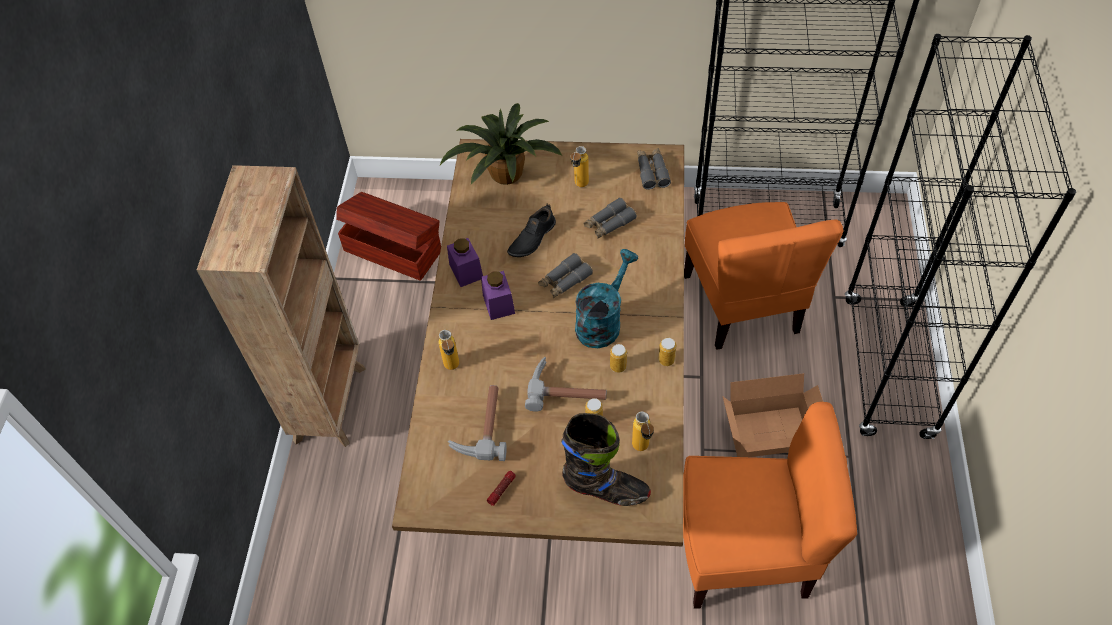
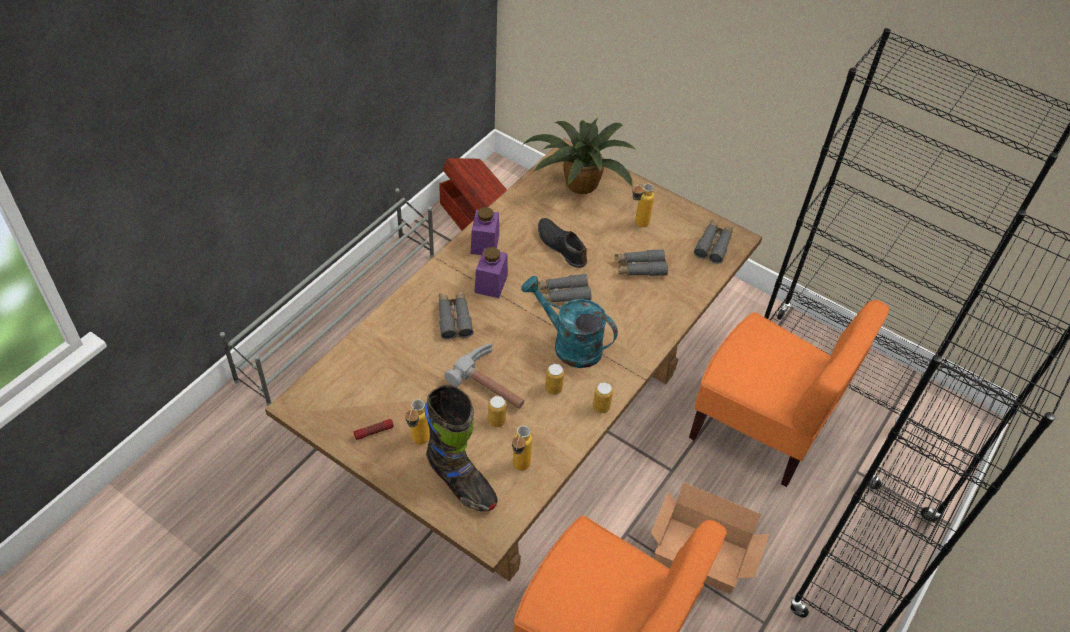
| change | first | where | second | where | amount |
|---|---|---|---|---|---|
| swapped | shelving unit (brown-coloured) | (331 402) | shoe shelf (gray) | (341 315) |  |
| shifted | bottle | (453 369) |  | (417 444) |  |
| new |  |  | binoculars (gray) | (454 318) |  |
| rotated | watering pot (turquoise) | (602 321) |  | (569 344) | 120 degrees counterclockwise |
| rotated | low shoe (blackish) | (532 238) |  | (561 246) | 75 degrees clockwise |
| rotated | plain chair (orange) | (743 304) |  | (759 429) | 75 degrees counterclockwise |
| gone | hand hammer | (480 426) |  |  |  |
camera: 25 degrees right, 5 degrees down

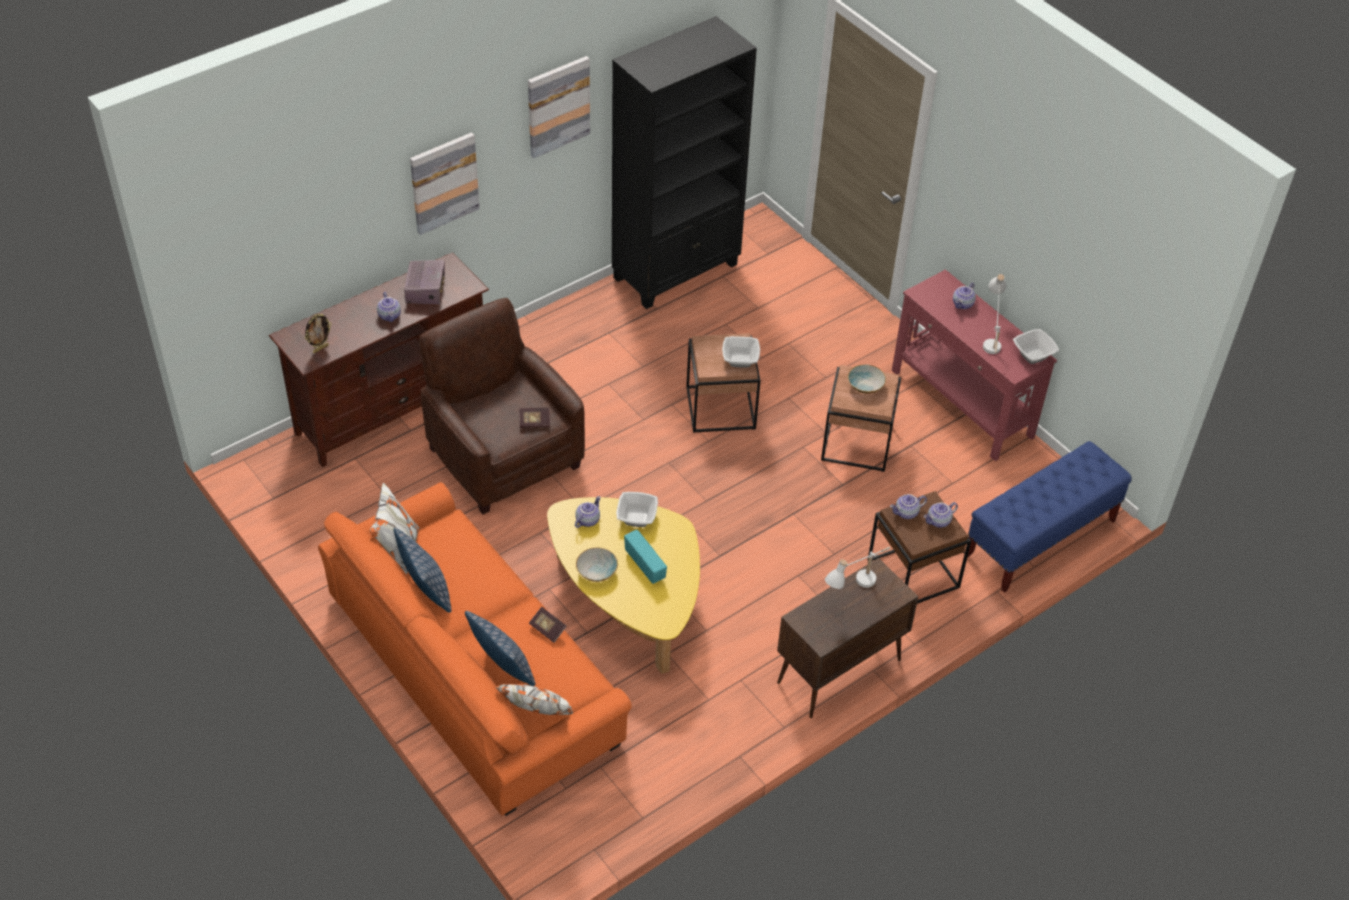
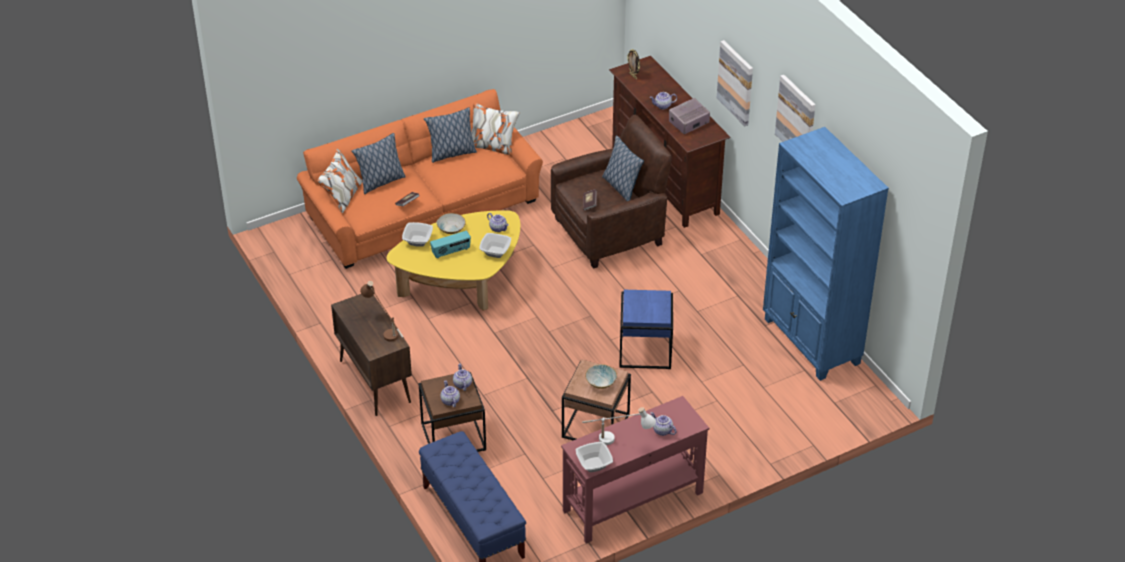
| change | first | where | second | where | amount |
|---|---|---|---|---|---|
| repainted | lamp for a table (white) | (855 588) | lamp for a table (brown-coloured) | (384 330) |  |
| shifted | bowl | (740 359) |  | (418 240) |  |
| new |  |  | cushion | (621 187) |  |
| repainted | side table (brown-coloured) | (720 408) | side table (blue) | (644 350) |  |
| rotated | radio | (426 290) |  | (688 123) | 135 degrees clockwise |
| repainted | shelving unit (blackish) | (677 271) | shelving unit (blue) | (811 342) |  |
camera: 100 degrees right, 5 degrees down

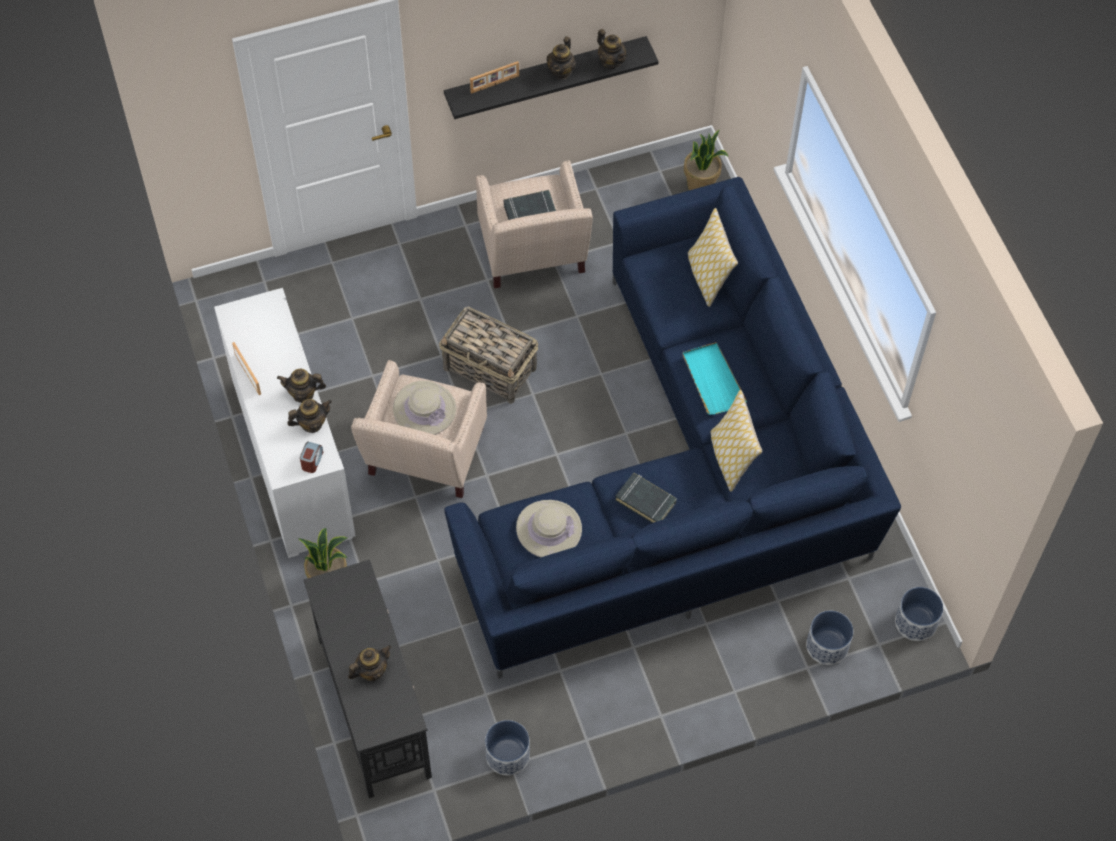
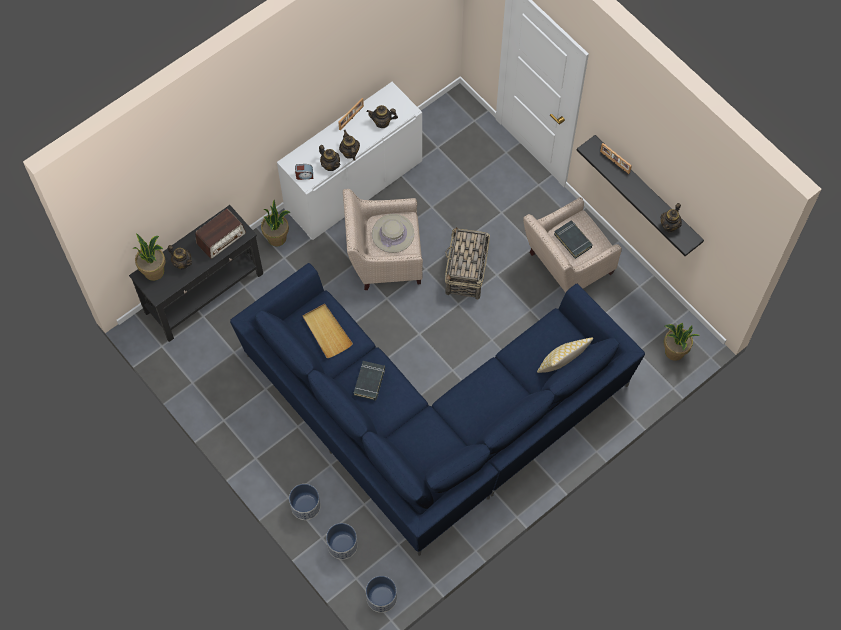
| change | first | where | second | where | amount |
|---|---|---|---|---|---|
| new |  |  | plant in a pot | (154 271) |  |
| new |  |  | radio | (221 238) |  |
| shifted | planter | (507 755) |  | (305 506) |  |
| swapped | clothing hat (beige) | (548 529) | serving tray (beige) | (326 331) |  |
| shifted | tea pot | (561 71) |  | (382 122) |  |
| gone | serving tray (turquoise) | (712 380) |  |  |  |
| gone | cushion | (731 458) |  |  |  |
camera: 70 degrees right, 5 degrees up

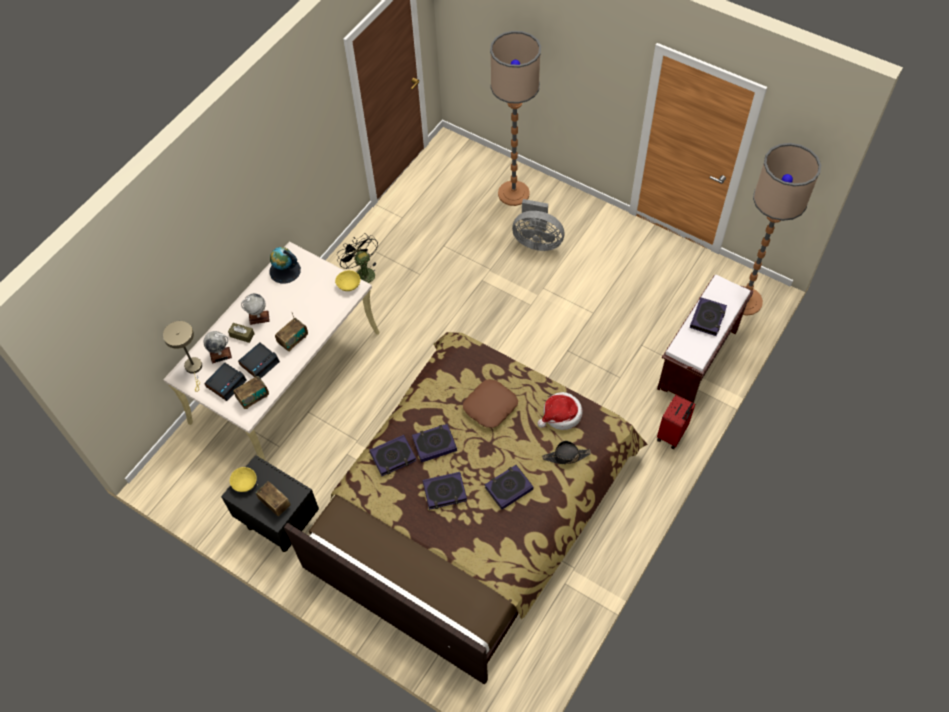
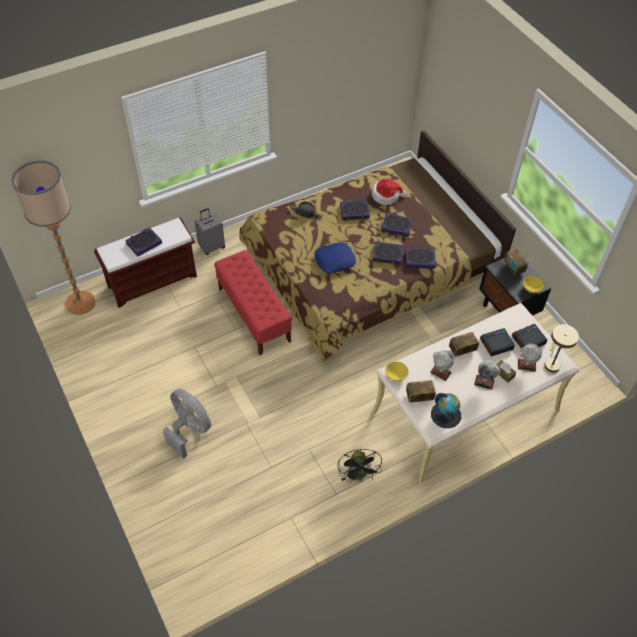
| change | first | where | second | where | amount |
|---|---|---|---|---|---|
| repainted | piece of luggage (reddish) | (672 434) | piece of luggage (gray) | (211 246) |  |
| new |  |  | long seat (reddish) | (254 315) |  |
| repainted | cushion (brown-coloured) | (490 406) | cushion (blue) | (335 261) |  |
| shifted | clothing hat | (561 415) |  | (386 196) |  |
| shifted | radio | (253 398) |  | (419 397) |  |
| new |  |  | globe | (440 372) |  |
| gone | standing lamp | (513 193) |  |  |  |
camera: 155 degrees left, 5 degrees down

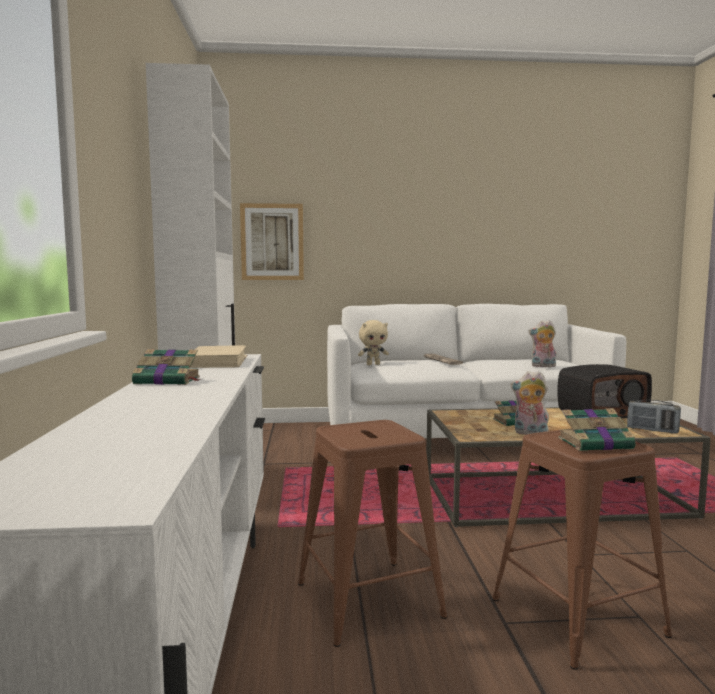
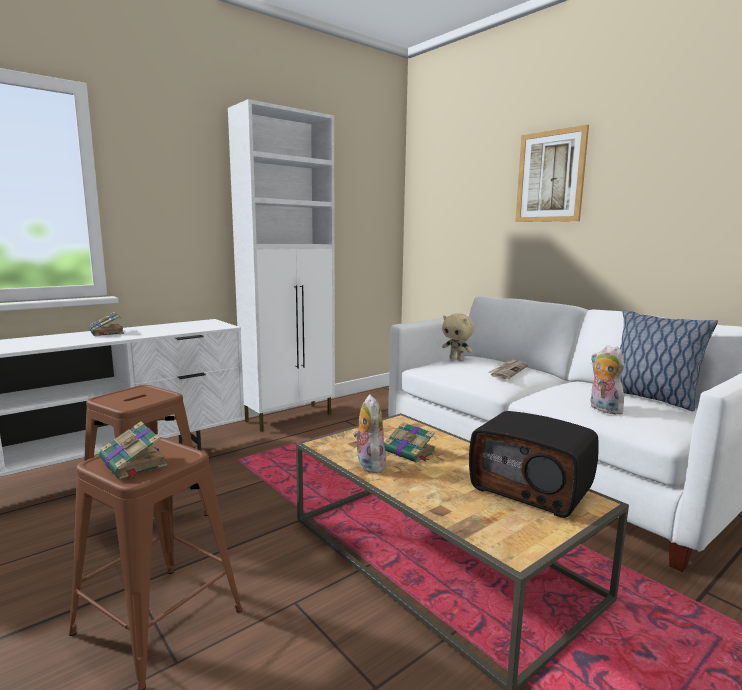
| change | first | where | second | where | amount |
|---|---|---|---|---|---|
| shifted | wall art | (272 242) |  | (550 176) |  |
| new |  |  | cushion | (650 398) |  |
| gone | book (beige) | (217 361) |  |  |  |
| gone | radio | (652 430) |  |  |  |
camera: 55 degrees right, 5 degrees up

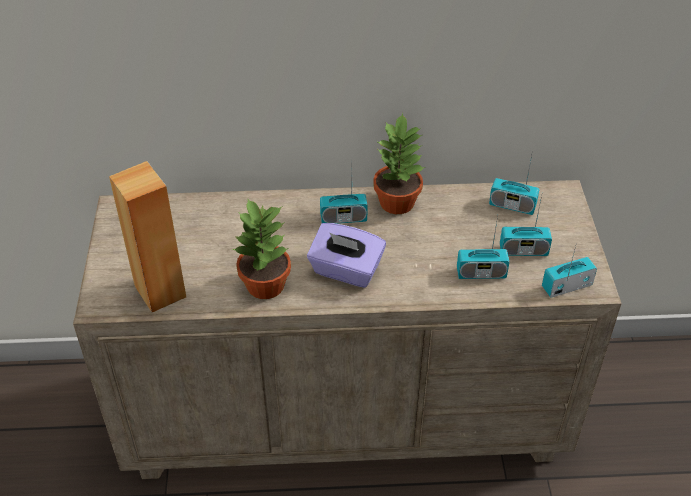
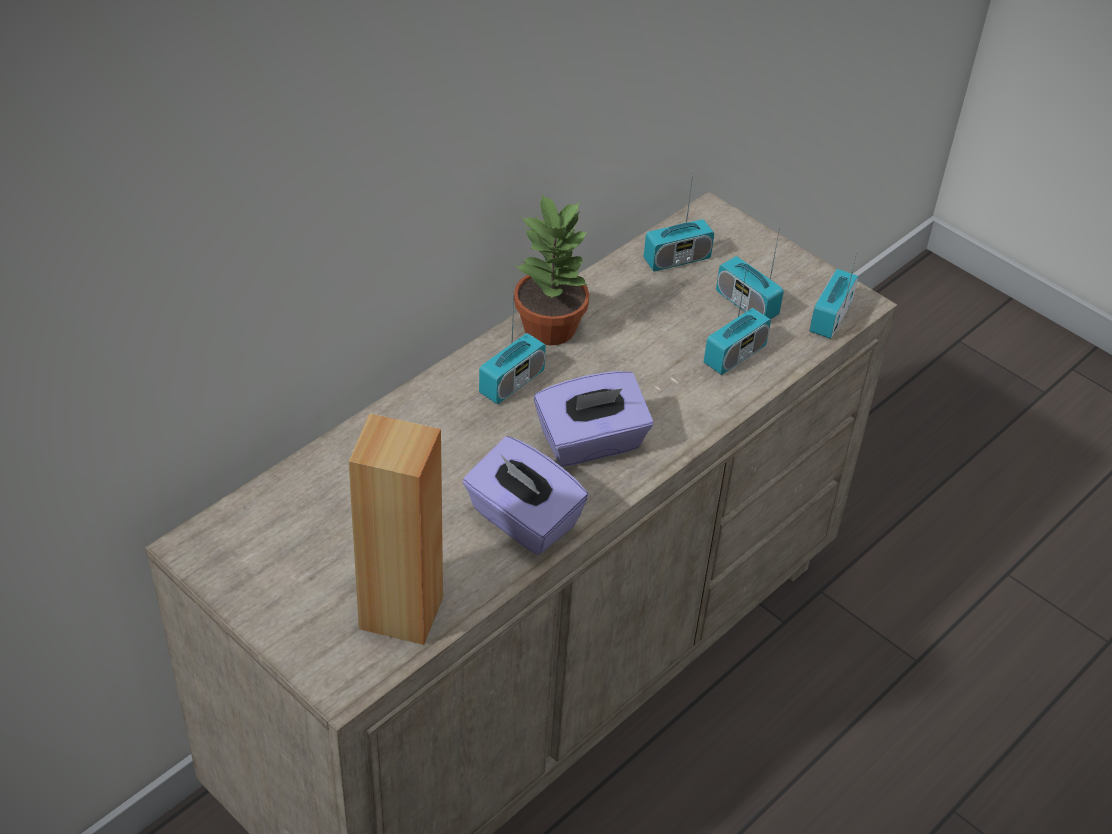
| change | first | where | second | where | amount |
|---|---|---|---|---|---|
| swapped | plant in a pot | (265 286) | tissue box (purplish) | (522 520) |  |
| rotated | radio | (523 251) |  | (746 304) | 90 degrees clockwise |
camera: 45 degrees left, 0 degrees up

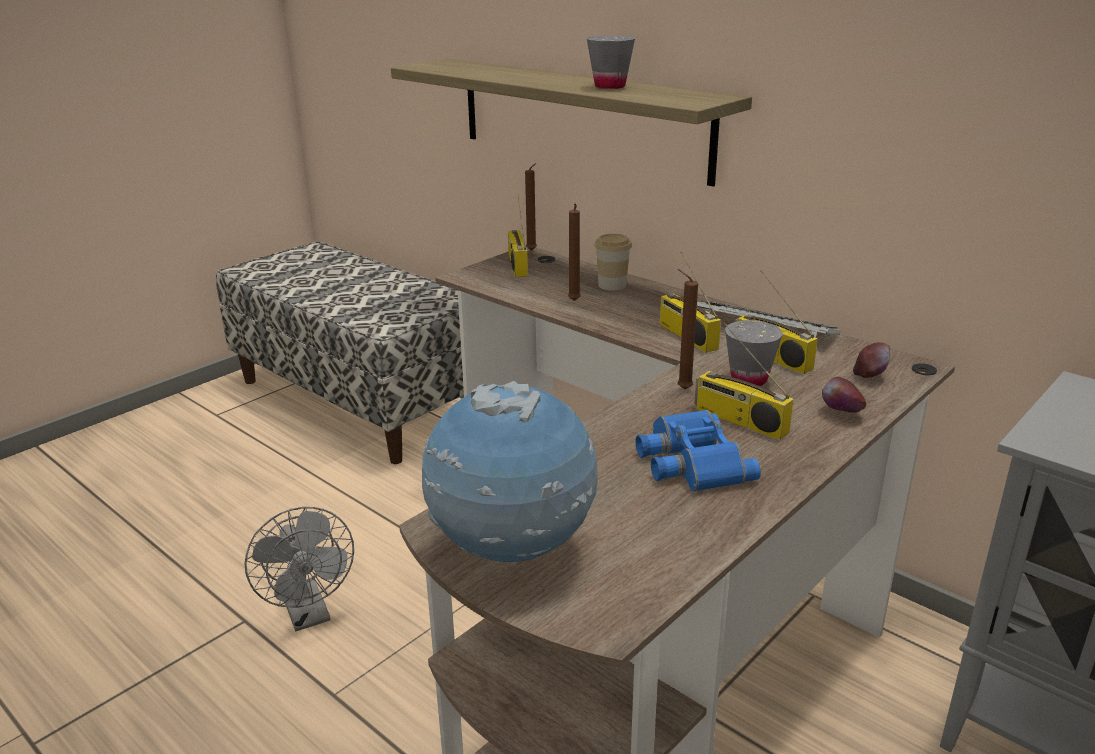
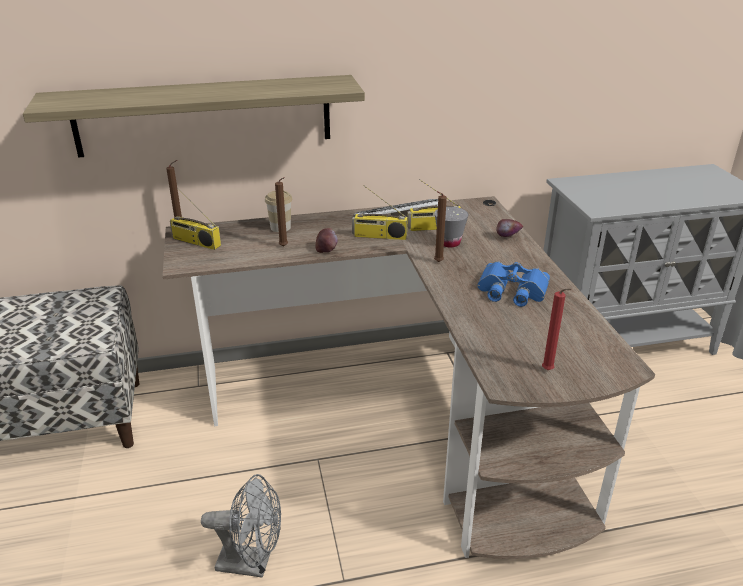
| change | first | where | second | where | amount |
|---|---|---|---|---|---|
| shifted | apple | (869 376) |  | (326 250) |  |
| swapped | globe | (513 552) | candle (reddish) | (549 371) |  |
| gone | cup (gray) | (610 86) |  |  |  |
| gone | radio | (738 421) |  |  |  |
camera: 55 degrees left, 5 degrees up

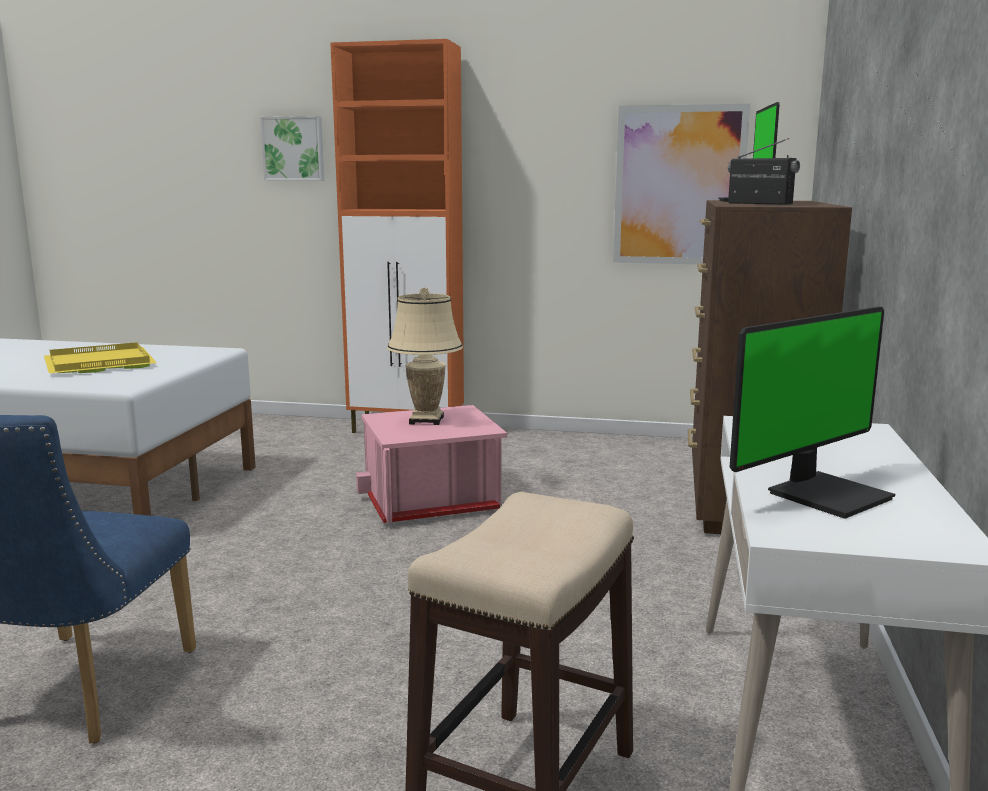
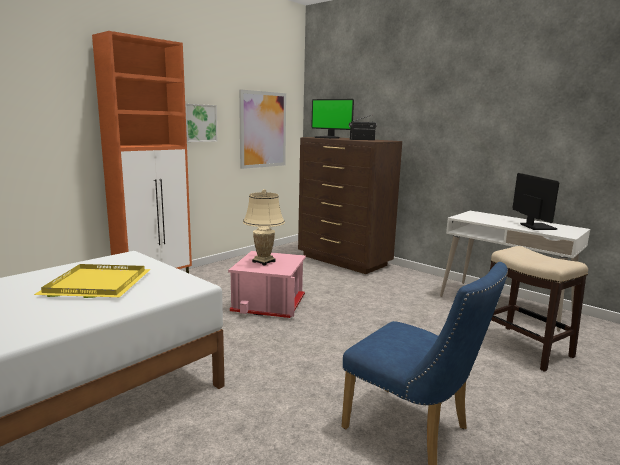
| change | first | where | second | where | amount |
|---|---|---|---|---|---|
| shifted | wall art | (293 149) |  | (199 123) |  |
camera: 60 degrees left, 0 degrees up

